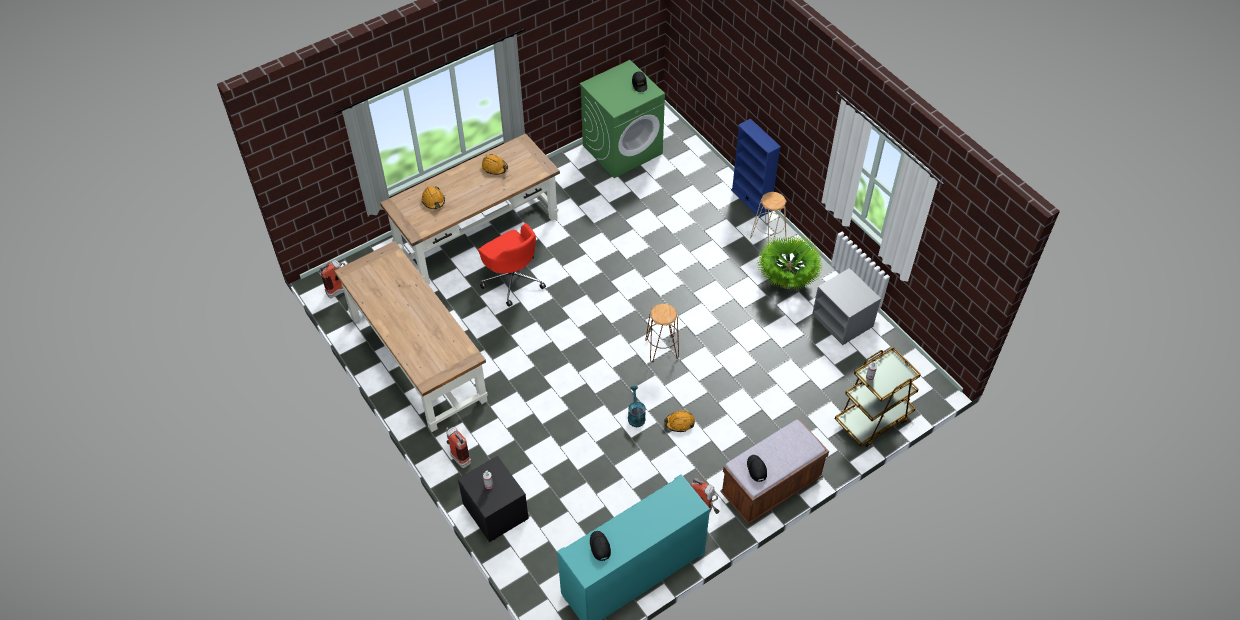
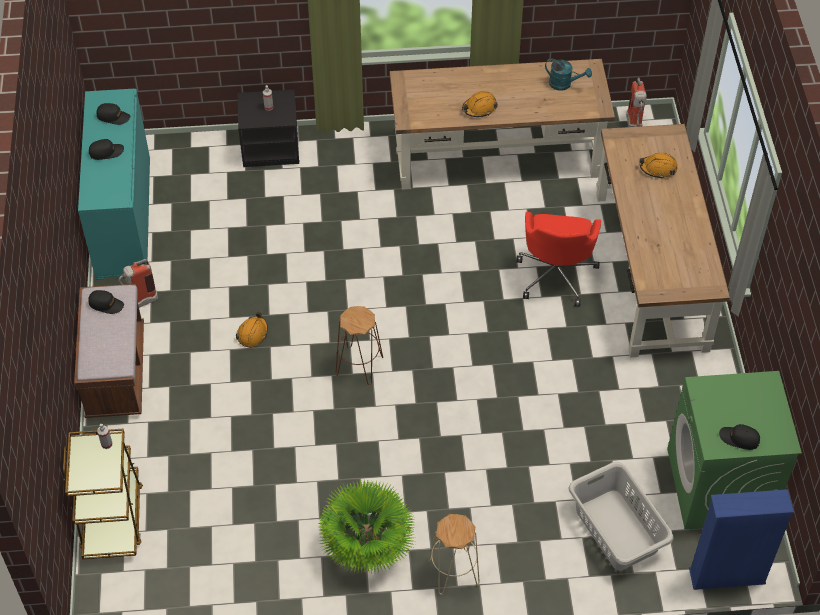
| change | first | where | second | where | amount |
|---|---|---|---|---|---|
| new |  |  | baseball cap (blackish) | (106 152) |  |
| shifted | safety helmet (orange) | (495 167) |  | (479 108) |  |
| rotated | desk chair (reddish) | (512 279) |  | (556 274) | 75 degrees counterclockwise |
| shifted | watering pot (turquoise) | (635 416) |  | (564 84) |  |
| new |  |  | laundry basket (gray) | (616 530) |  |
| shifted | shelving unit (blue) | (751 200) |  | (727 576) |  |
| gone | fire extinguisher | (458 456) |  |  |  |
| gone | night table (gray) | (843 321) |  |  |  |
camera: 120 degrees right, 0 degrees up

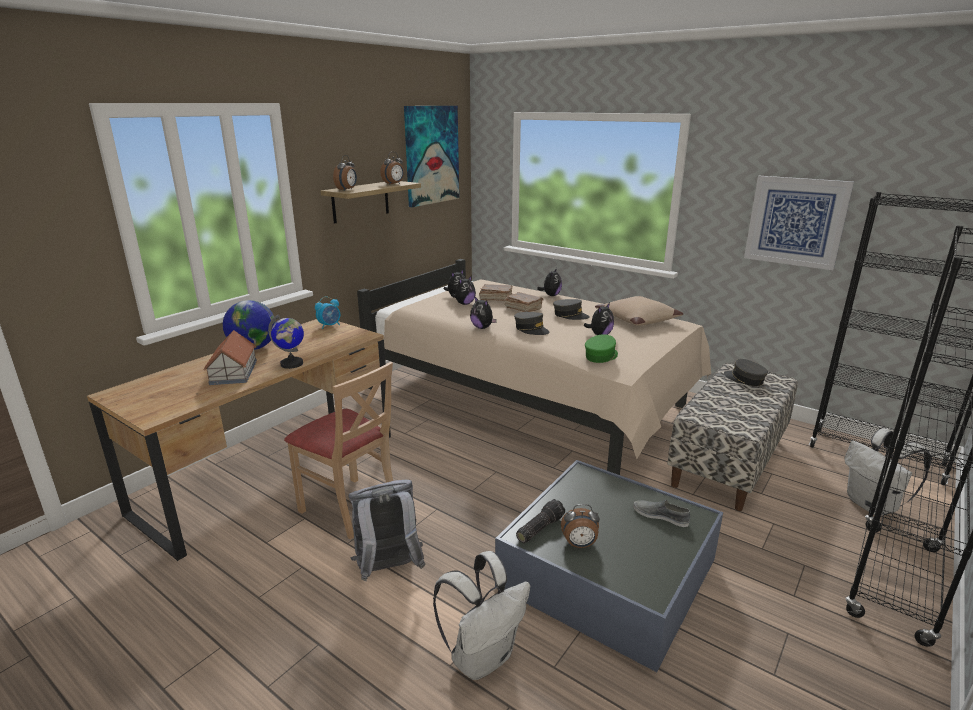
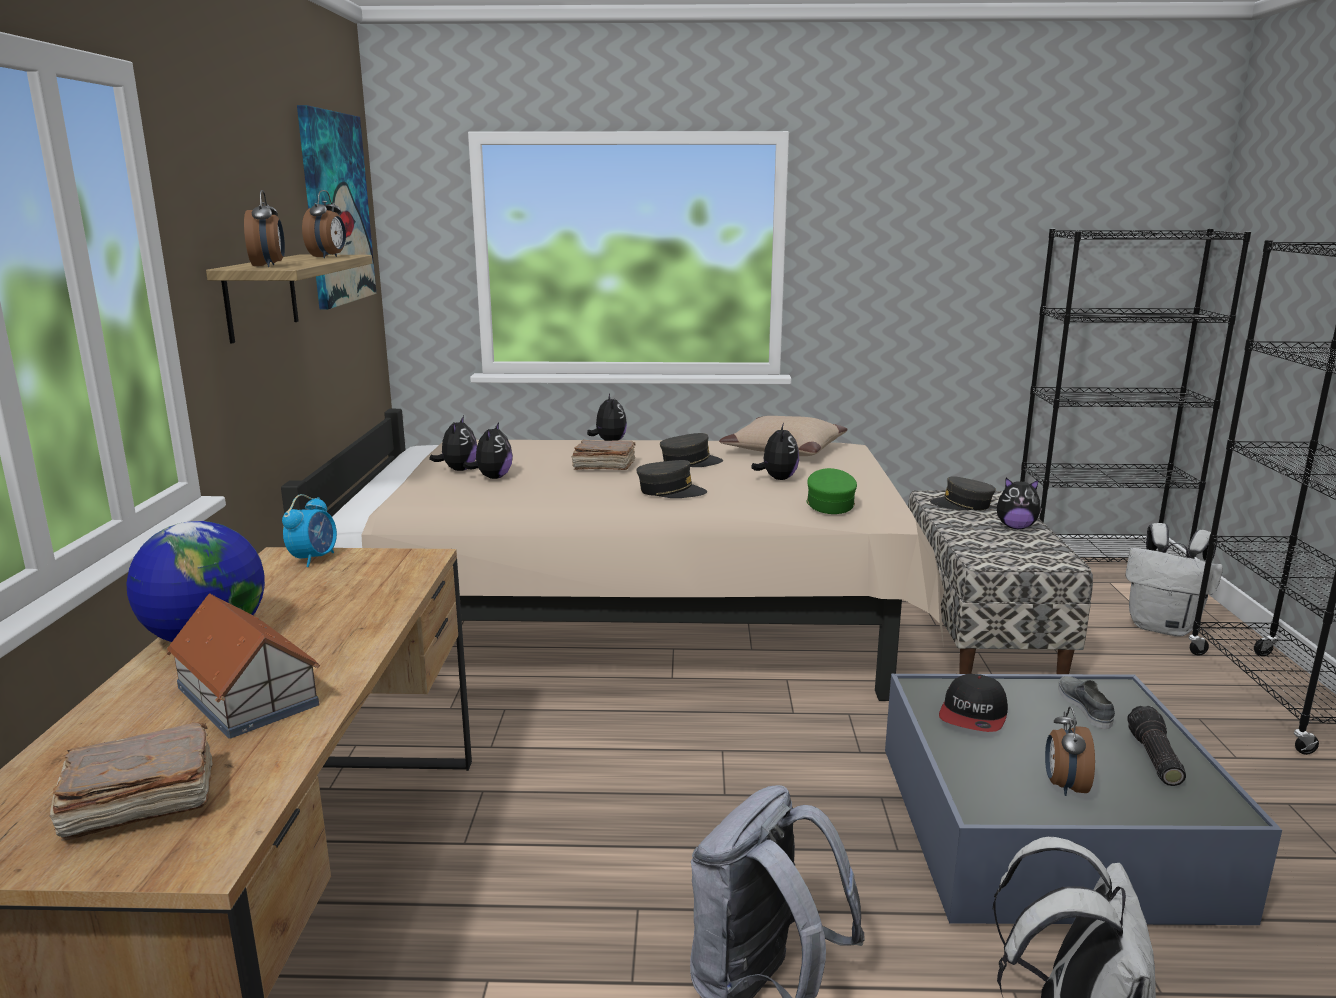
| change | first | where | second | where | amount |
|---|---|---|---|---|---|
| shifted | book (brown-coloured) | (495 298) |  | (138 803) |  |
| new |  |  | baseball cap | (973 715) |  |
| shifted | soft toy | (482 327) |  | (1015 527) |  |
| rotated | table clock | (579 545) |  | (1064 786) | 135 degrees clockwise |
| rotated | low shoe (gray) | (660 516) |  | (1085 706) | 90 degrees clockwise |
| shifted | torch | (539 528) |  | (1152 758) |  |
| gone | globe | (292 364) |  |  |  |
| gone | plain chair (beige) | (350 507) |  |  |  |
| gone | wall art | (796 222) |  |  |  |
camera: 35 degrees left, 5 degrees down

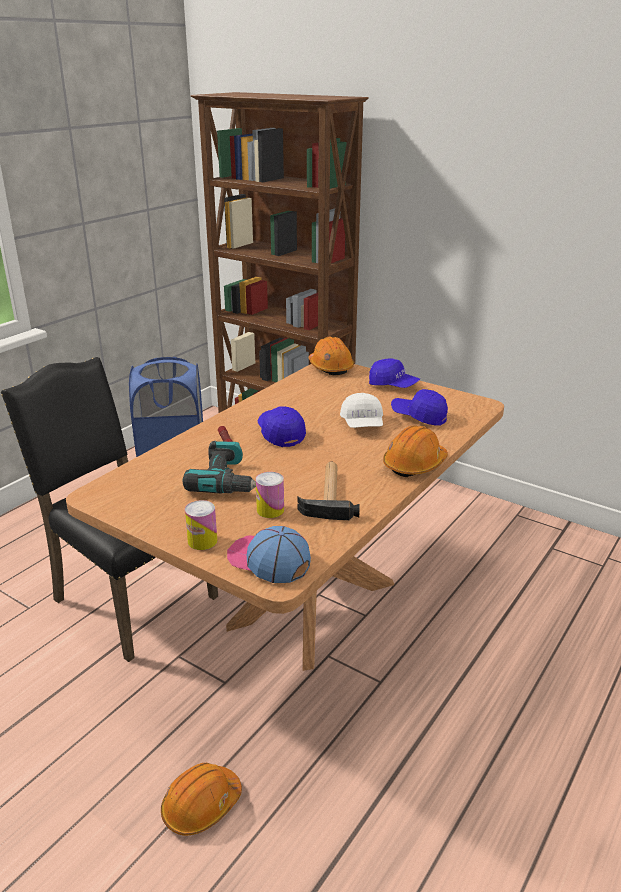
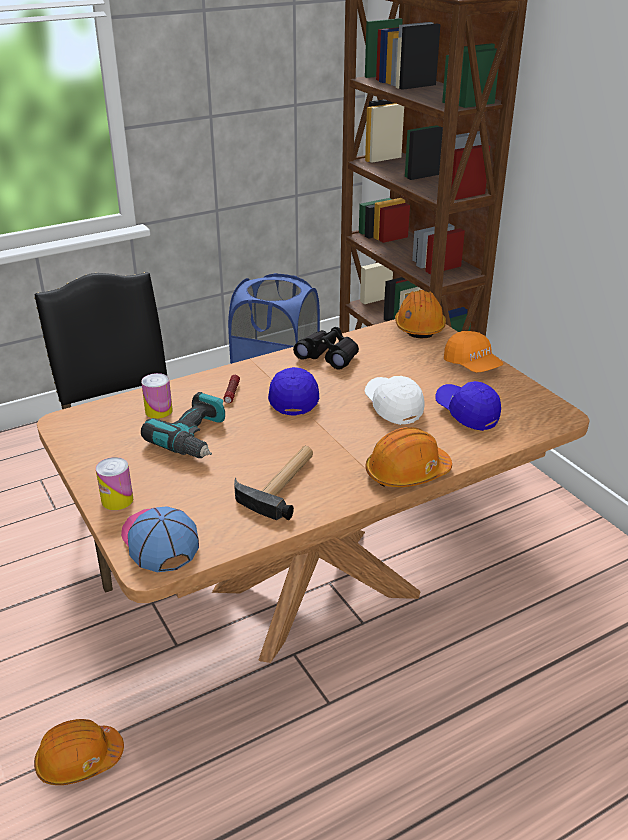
| change | first | where | second | where | amount |
|---|---|---|---|---|---|
| shifted | sealed can | (270 510) |  | (158 411) |  |
| new |  |  | binoculars (blackish) | (329 356) |  |
| rotated | baseball cap (white) | (362 424) |  | (393 407) | 135 degrees clockwise |
| repainted | baseball cap (blue) | (393 385) | baseball cap (orange) | (472 365) |  |
camera: 25 degrees right, 5 degrees up

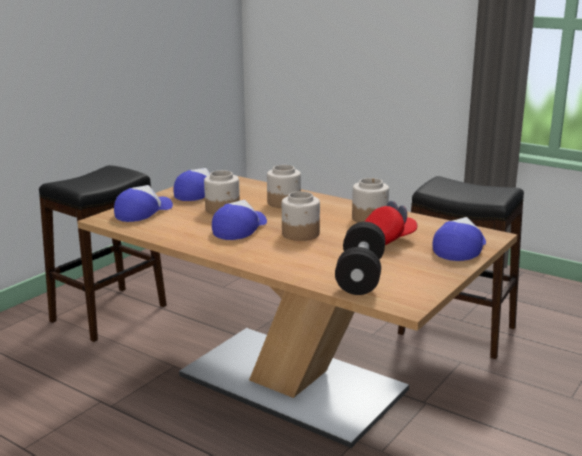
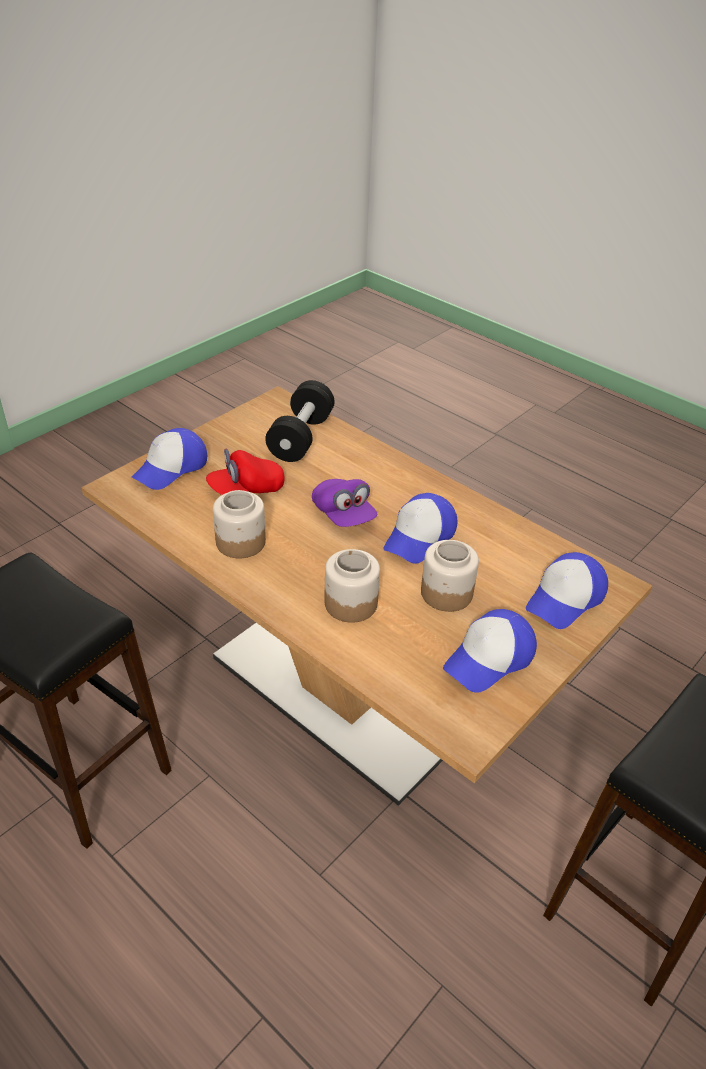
| change | first | where | second | where | amount |
|---|---|---|---|---|---|
| swapped | jar | (300 234) | baseball cap (purplish) | (343 515) |  |
camera: 175 degrees left, 20 degrees up

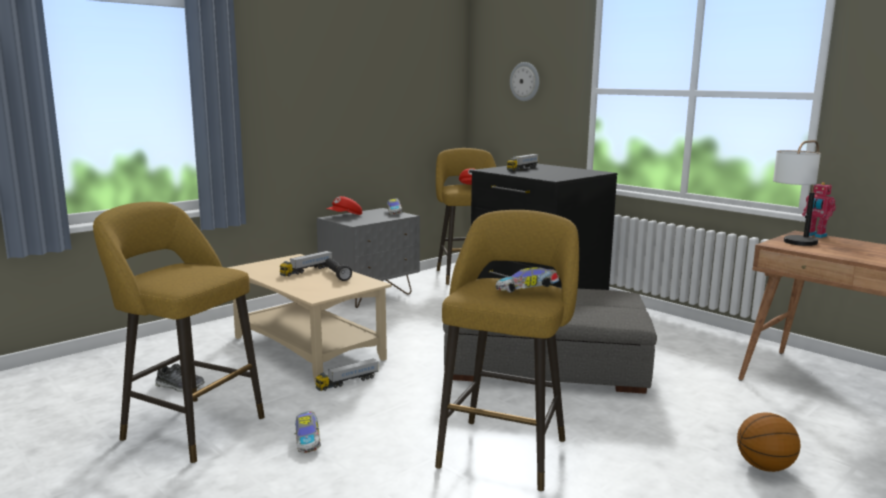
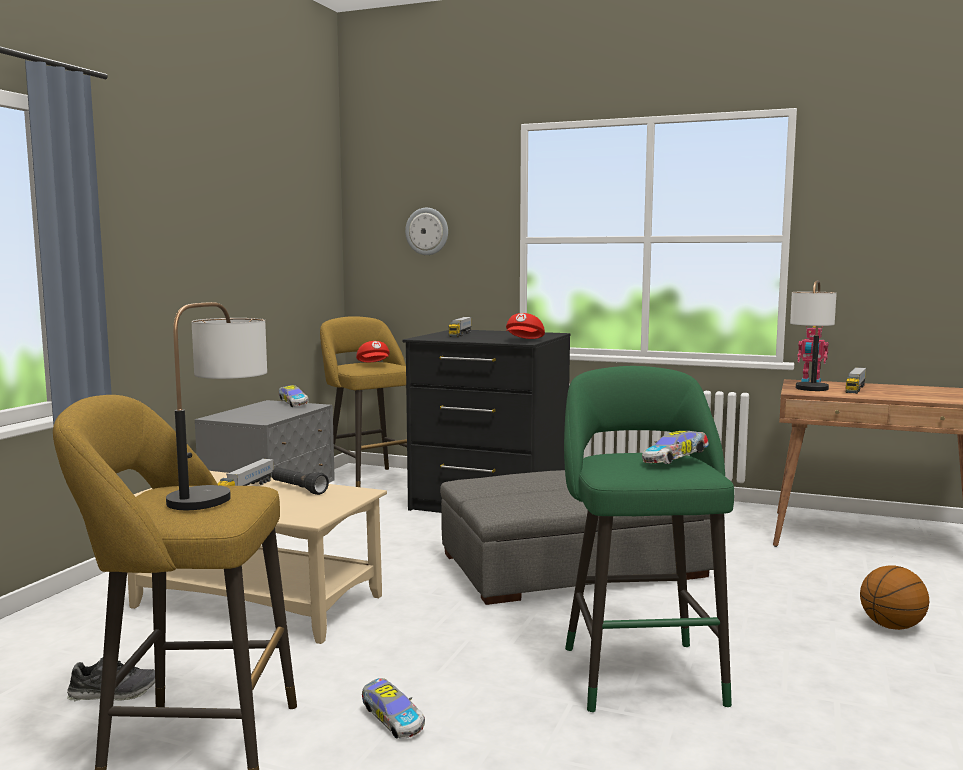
| change | first | where | second | where | amount |
|---|---|---|---|---|---|
| new |  |  | lamp for a table | (221 493) |  |
| shifted | baseball cap (reddish) | (345 216) |  | (524 340) |  |
| repainted | sitting stool (yellow) | (505 449) | sitting stool (green) | (639 670) |  |
| shifted | toy truck | (347 382) |  | (855 389) |  |
camera: 25 degrees left, 5 degrees down

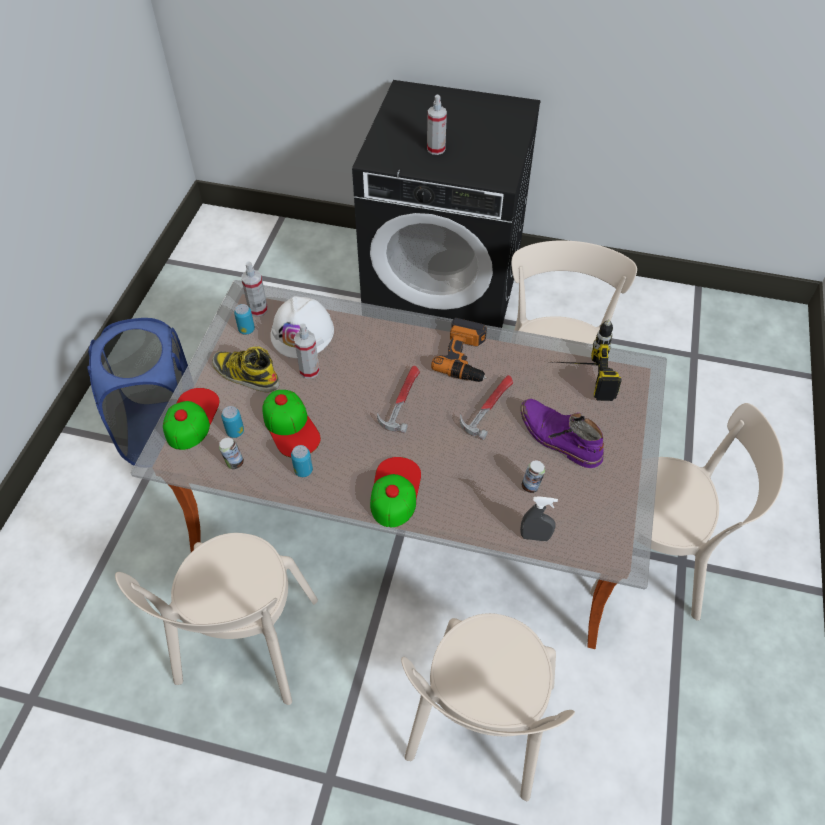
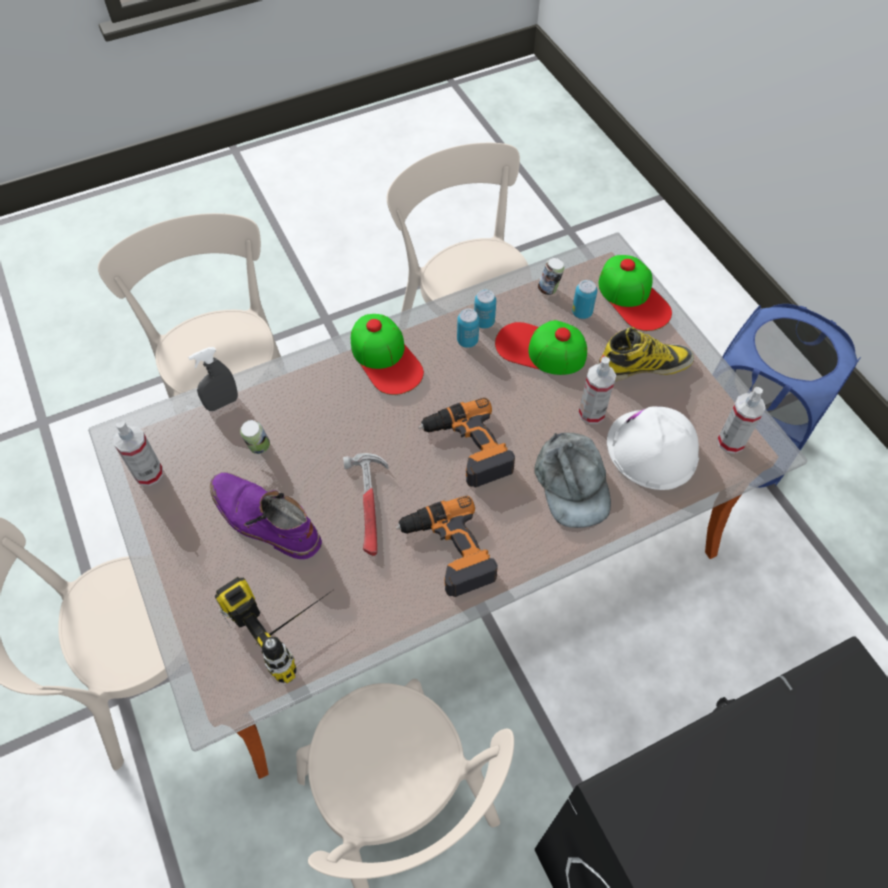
| change | first | where | second | where | amount |
|---|---|---|---|---|---|
| shifted | hand sprayer | (436 149) |  | (149 473) |  |
| rotated | high-top boot (purplish) | (558 438) |  | (264 521) | 150 degrees counterclockwise |
| swapped | hand hammer | (401 399) | power drill | (467 448) |  |
| shifted | sealed can | (246 330) |  | (467 341) |  |
| new |  |  | baseball cap (gray) | (571 484) |  |
camera: 140 degrees right, 5 degrees up

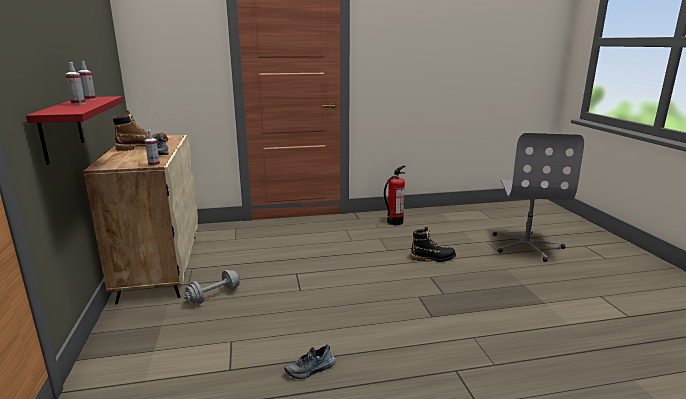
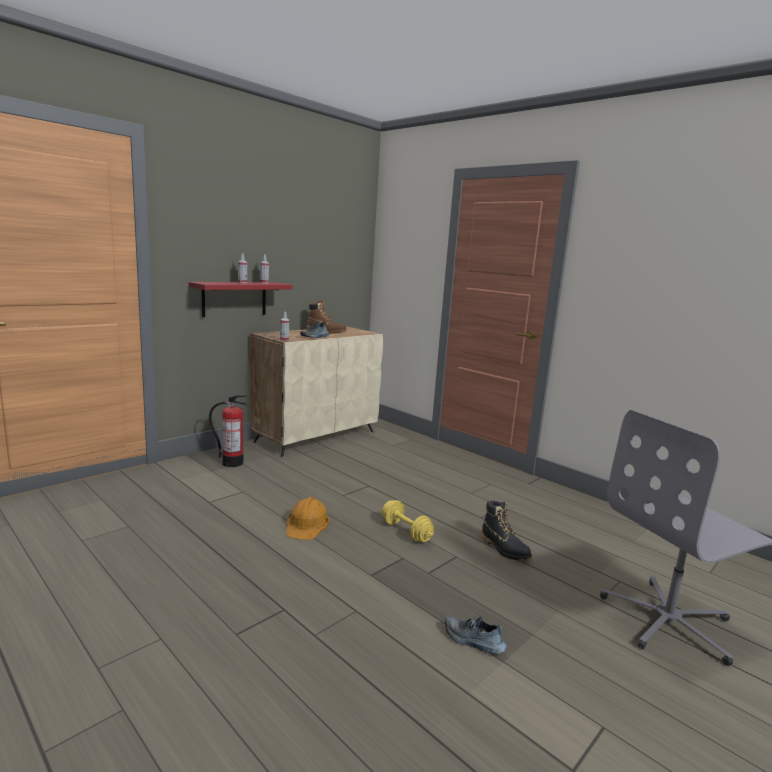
| change | first | where | second | where | amount |
|---|---|---|---|---|---|
| shifted | fire extinguisher | (394 222) |  | (232 463) |  |
| new |  |  | safety helmet (orange) | (307 524) |  |
| new |  |  | free weight (yellow) | (406 531) |  |
| shifted | low shoe | (311 370) |  | (473 641) |  |
| gone | free weight (gray) | (214 296) |  |  |  |
camera: 55 degrees right, 5 degrees down

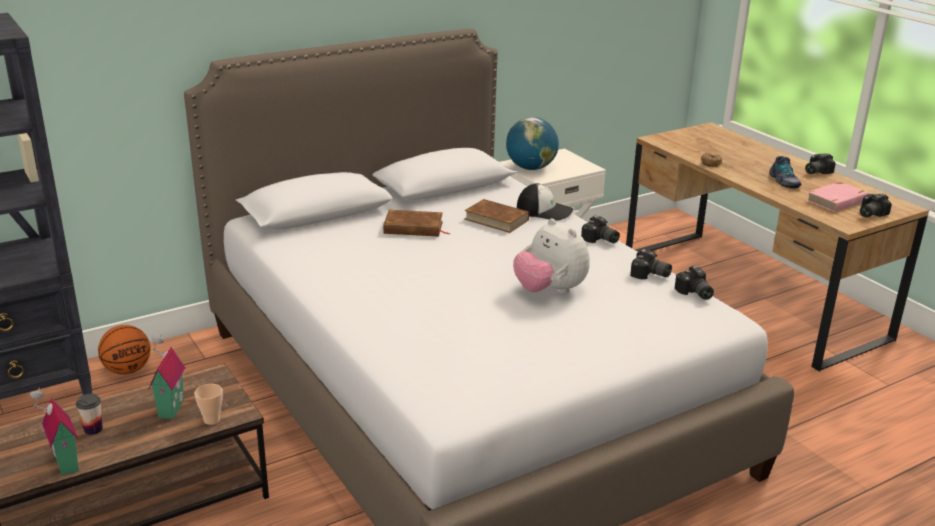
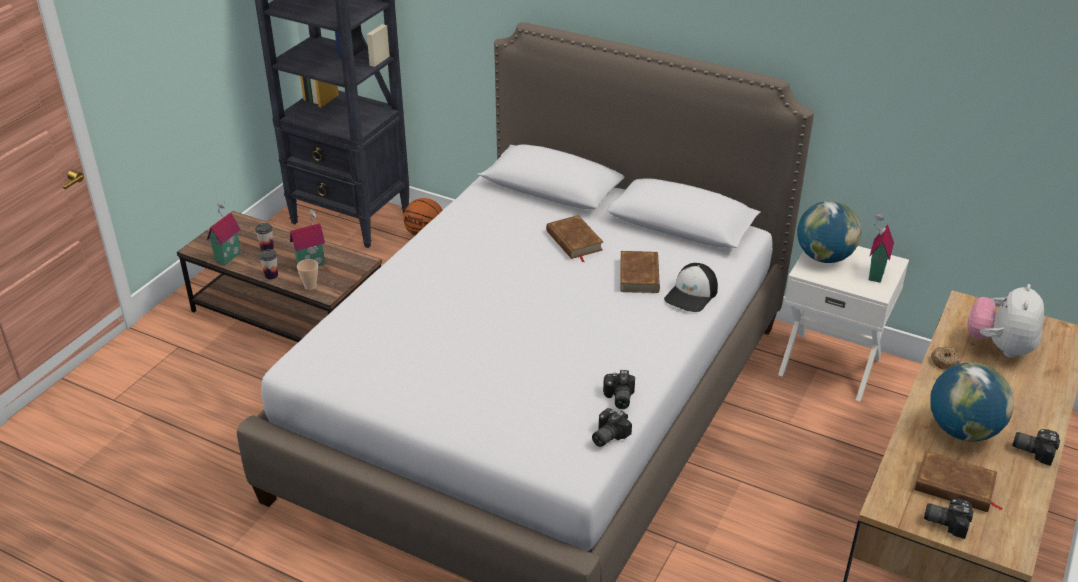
| change | first | where | second | where | amount |
|---|---|---|---|---|---|
| new |  |  | cup | (271 275) |  |
| rotated | baseball cap | (544 210) |  | (692 294) | 45 degrees clockwise |
| new |  |  | toy house | (874 273) |  |
| repainted | book (pink) | (837 201) | book (brown-coloured) | (954 486) |  |
| swapped | low shoe | (783 181) | globe | (963 430) |  |
| shifted | soft toy | (549 291) |  | (999 347) |  |
| gone | still camera | (600 240) |  |  |  |
camera: 60 degrees right, 10 degrees up

